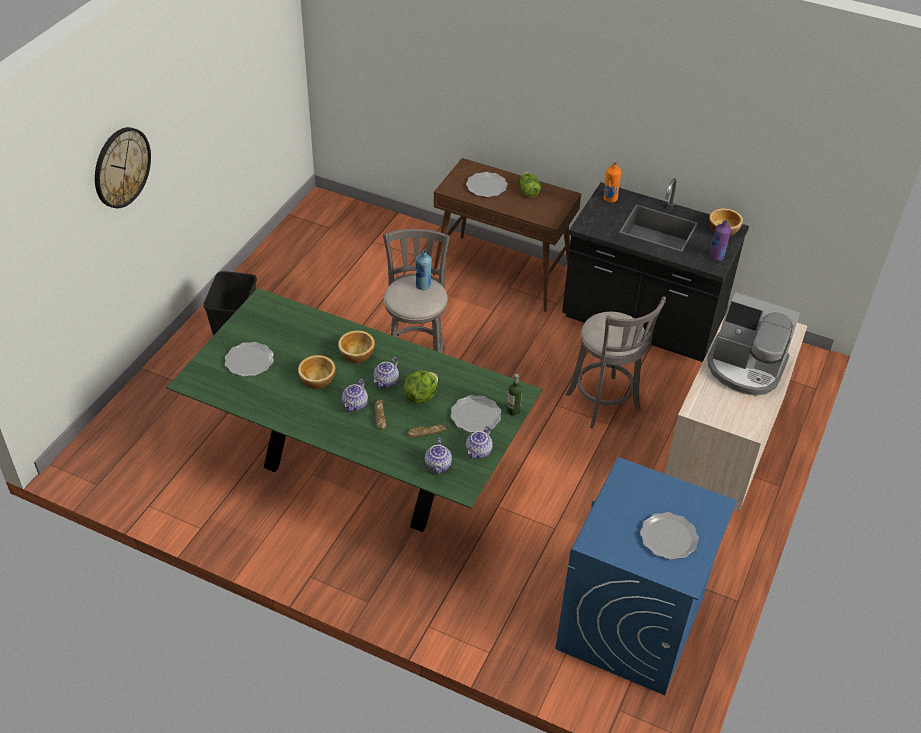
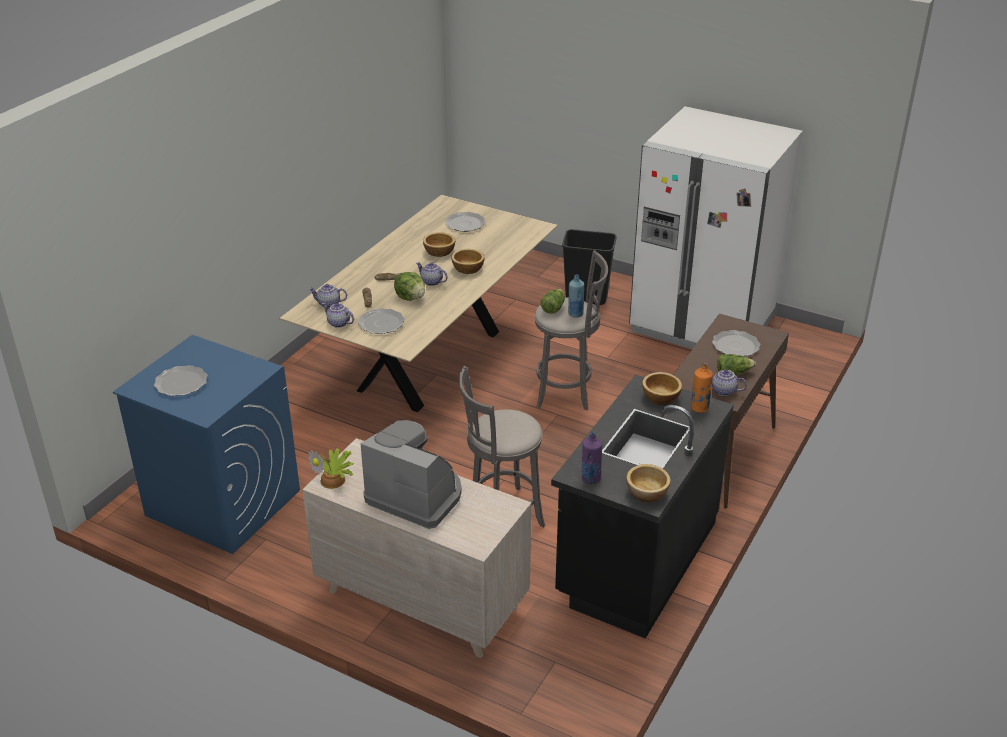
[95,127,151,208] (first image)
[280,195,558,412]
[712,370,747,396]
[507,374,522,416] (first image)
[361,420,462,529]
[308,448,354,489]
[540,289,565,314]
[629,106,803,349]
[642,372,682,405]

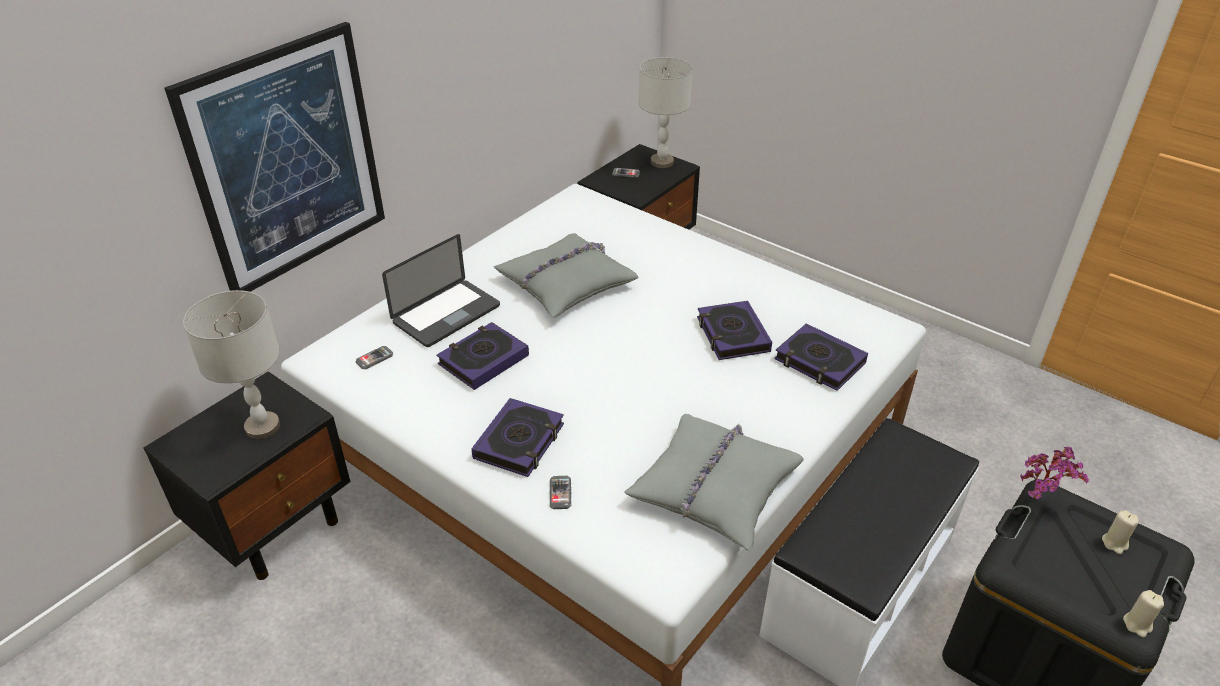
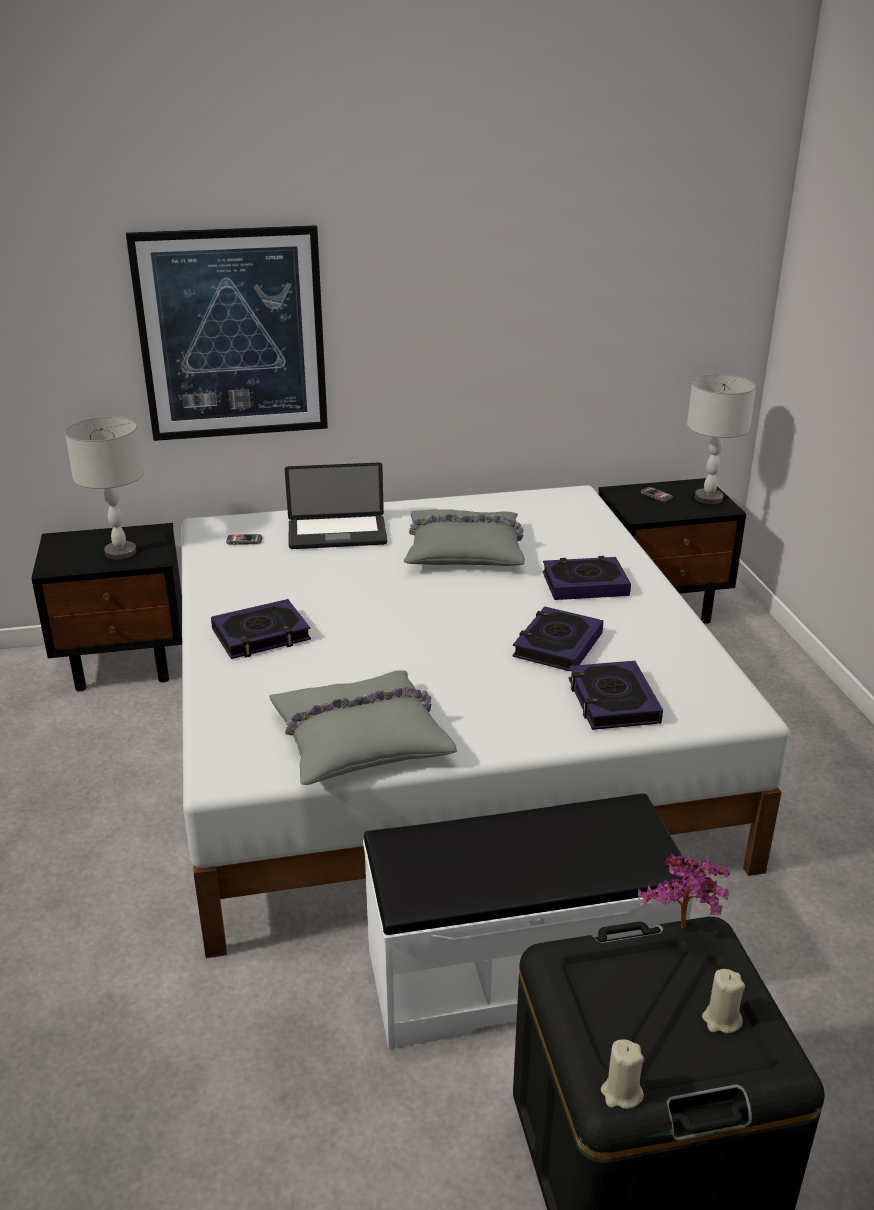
[542,556,631,600]
[550,476,571,509] (first image)

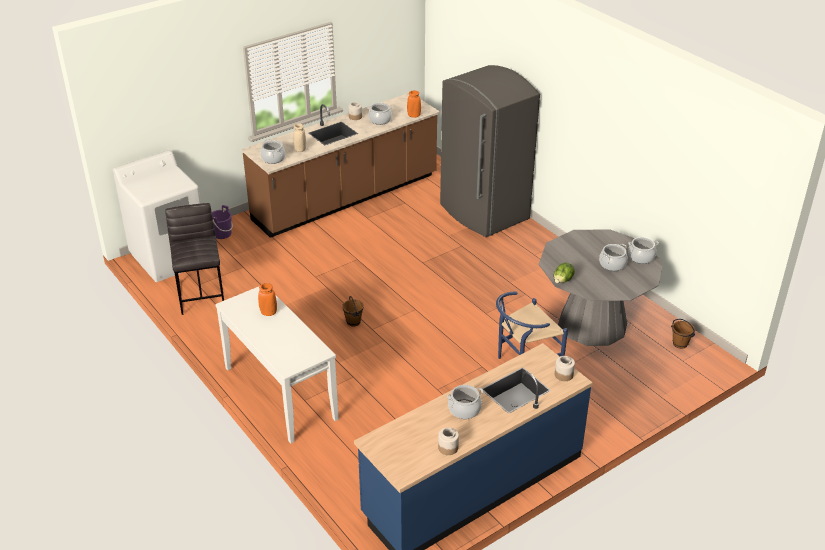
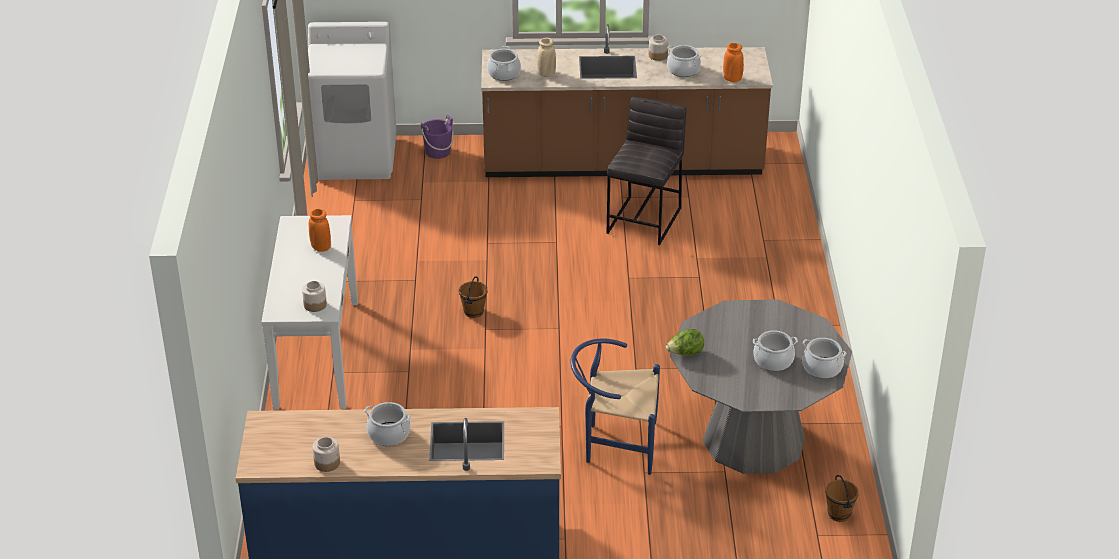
[607,97,686,245]
[440,65,540,237] (first image)
[302,281,327,312]

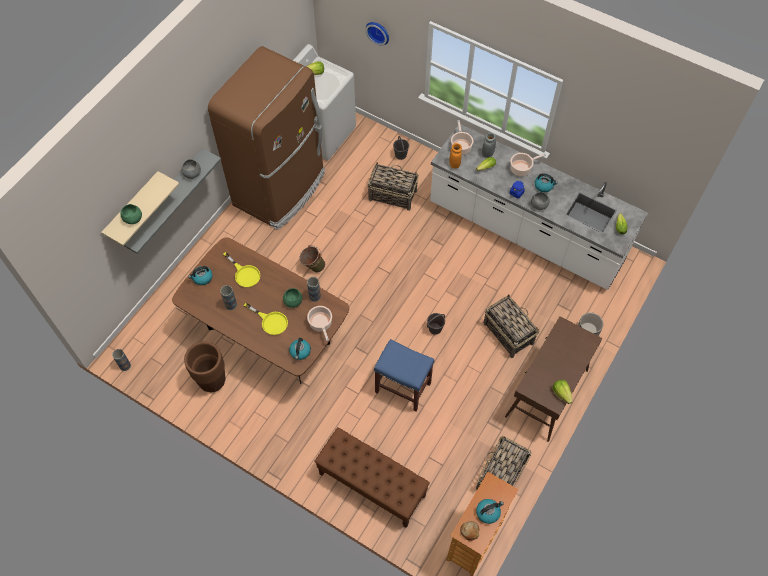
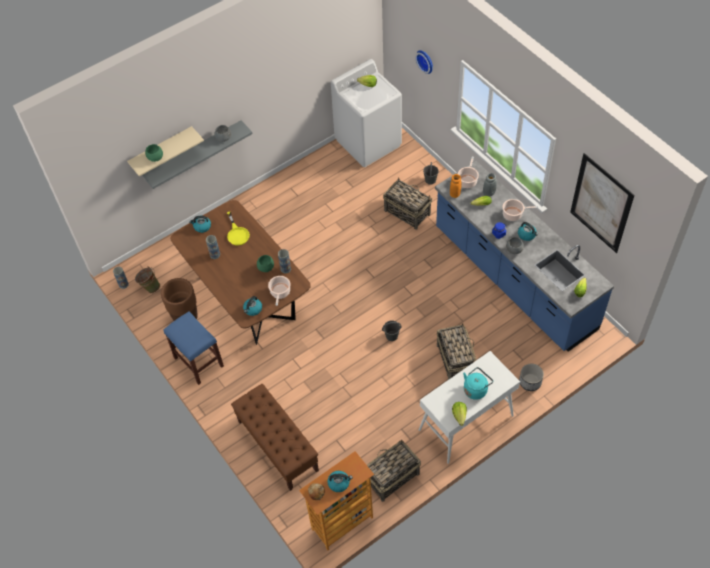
[208,46,325,230] (first image)
[244,303,288,335] (first image)
[135,266,160,293]
[163,311,224,385]
[435,161,614,352]
[419,351,520,464]
[463,367,493,400]
[570,153,635,253]

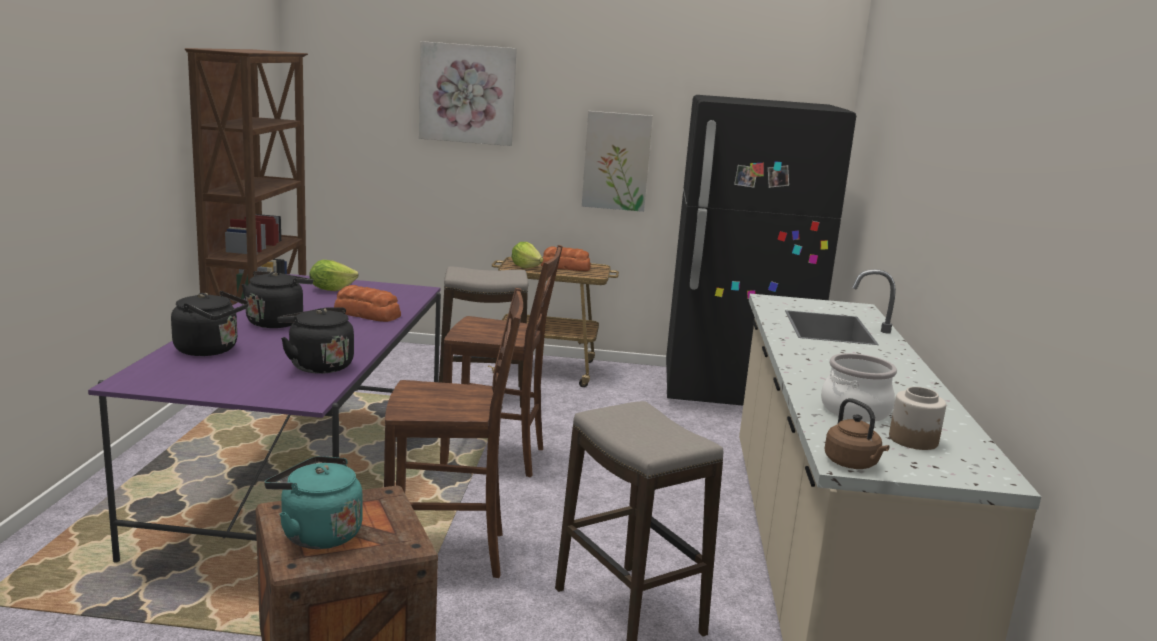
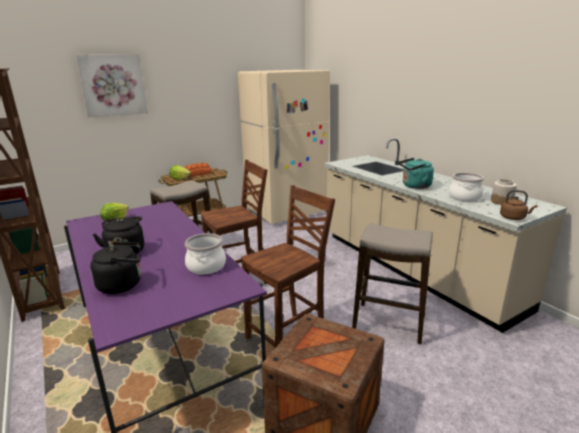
[399,158,434,189]
[185,233,226,275]
[334,285,401,322] (first image)
[582,111,653,212] (first image)
[238,70,330,224]

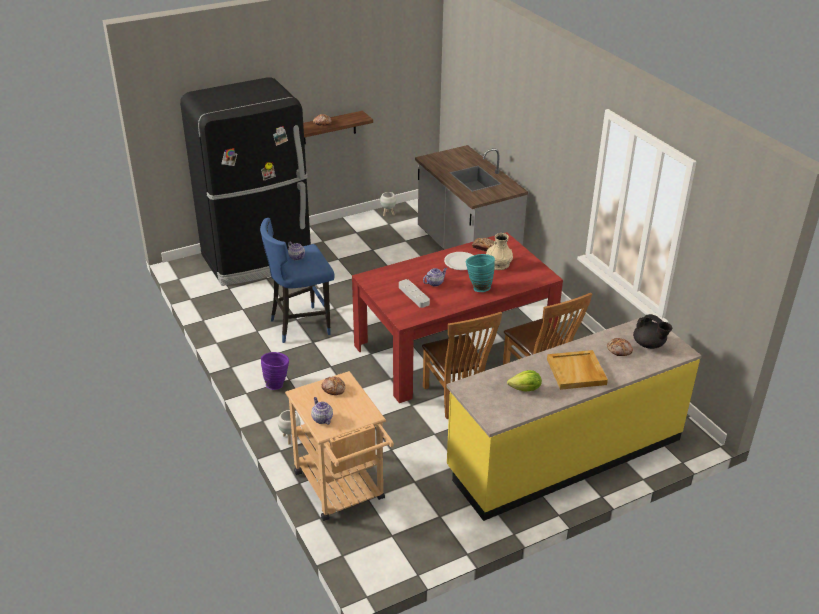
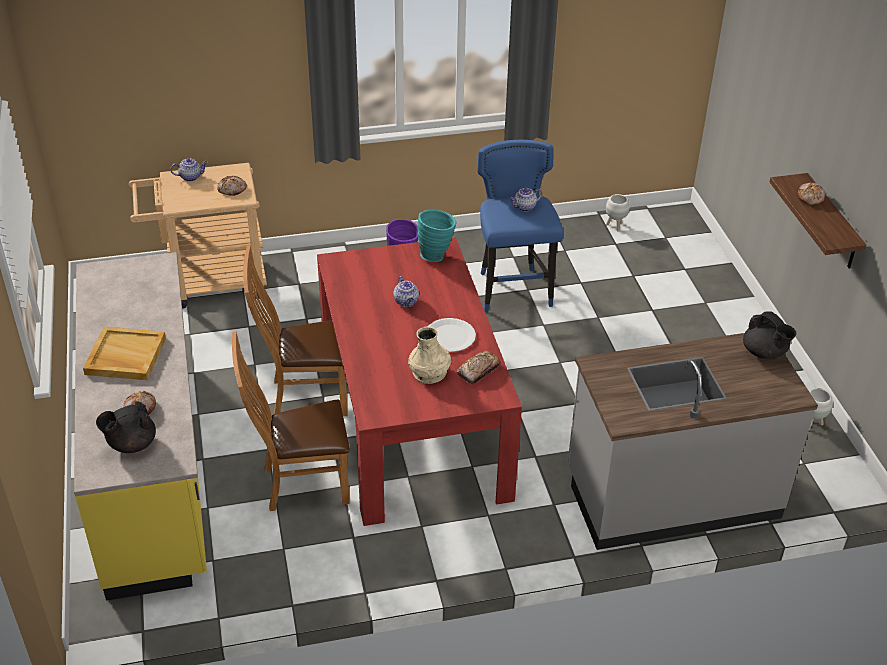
[180,77,311,286] (first image)
[606,194,630,232]
[399,279,430,308] (first image)
[418,210,456,262]
[507,370,542,392] (first image)
[743,311,796,359]

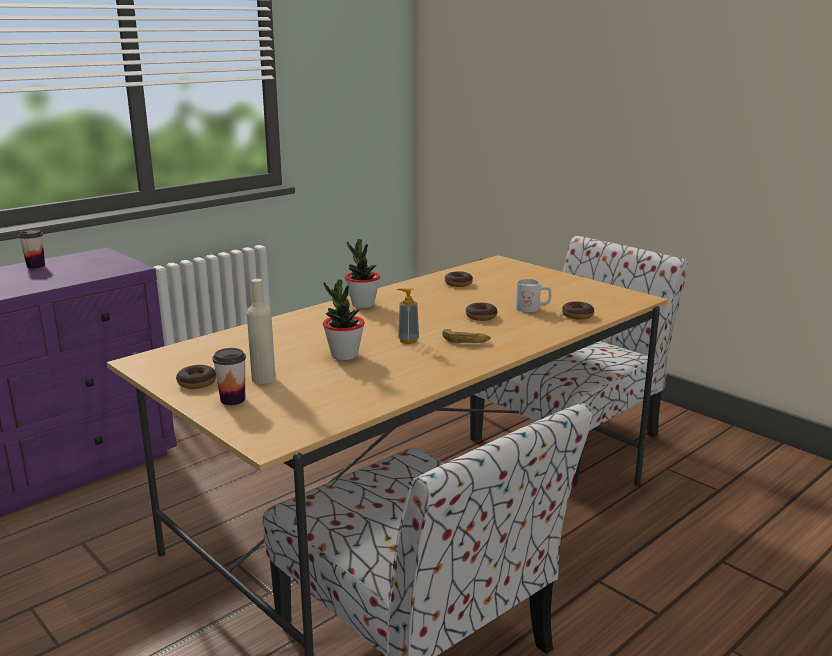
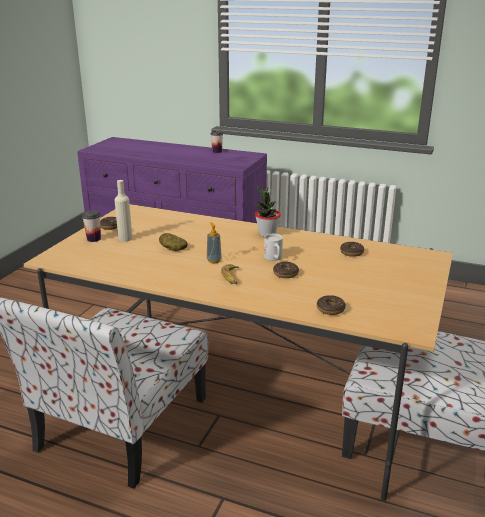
[159,233,188,251]
[264,234,283,261]

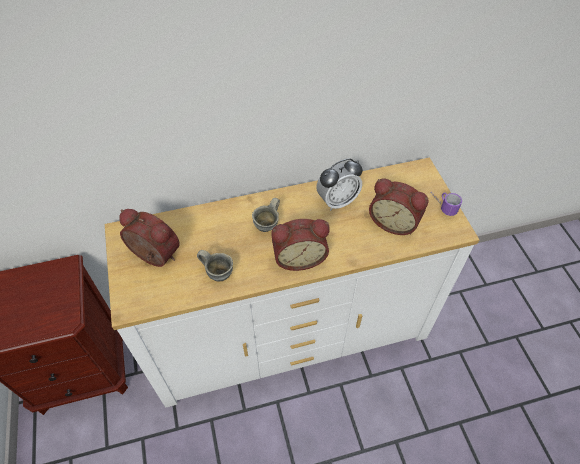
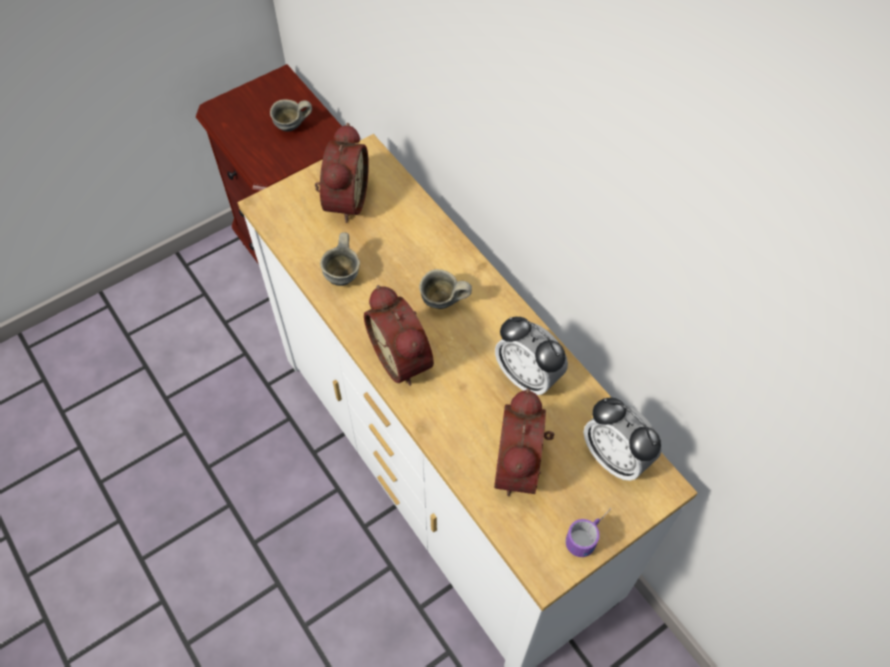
[270,99,312,131]
[584,397,662,481]

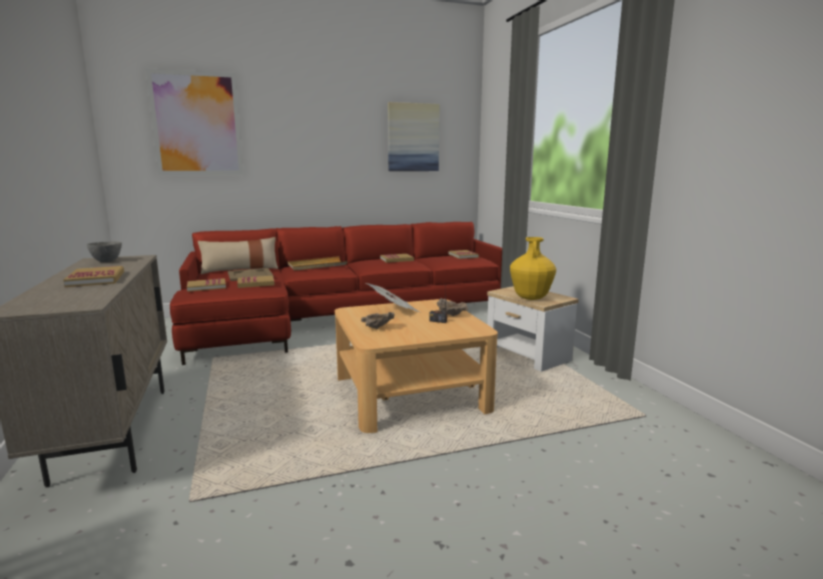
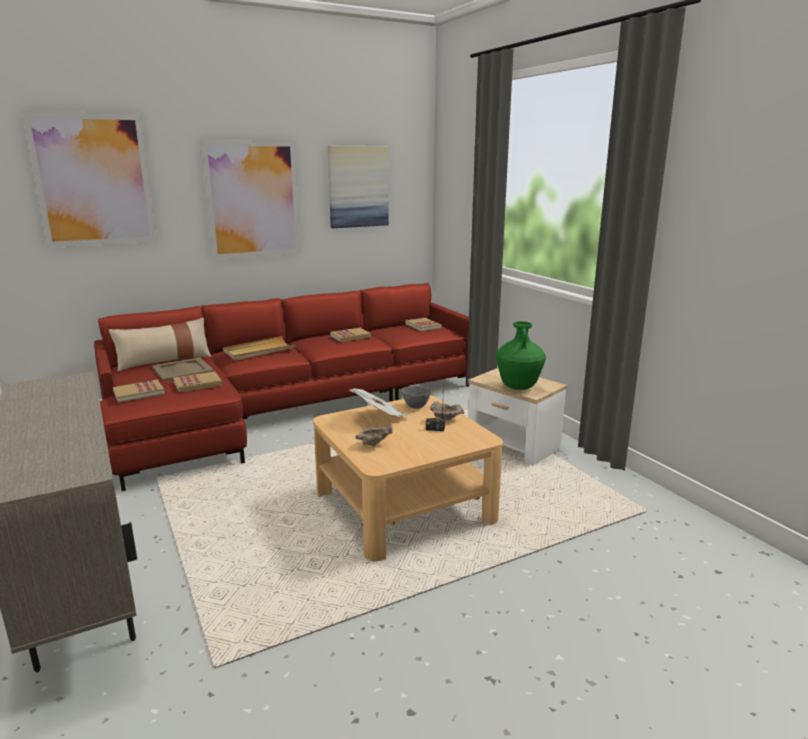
[63,266,124,287] (first image)
[402,386,431,409]
[496,321,546,390]
[201,140,301,260]

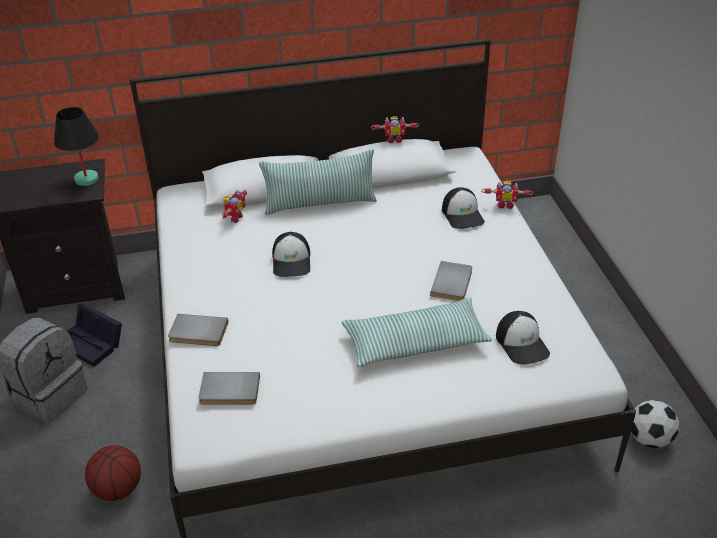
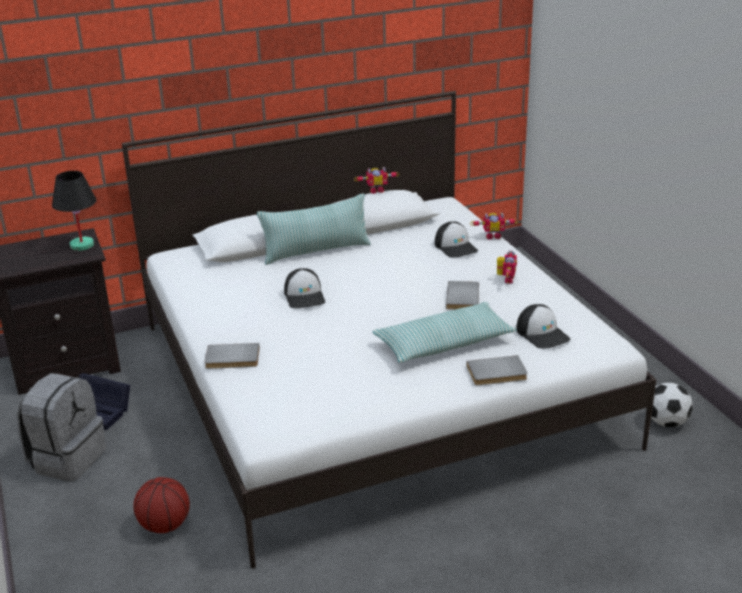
[466,355,527,385]
[497,250,517,284]

